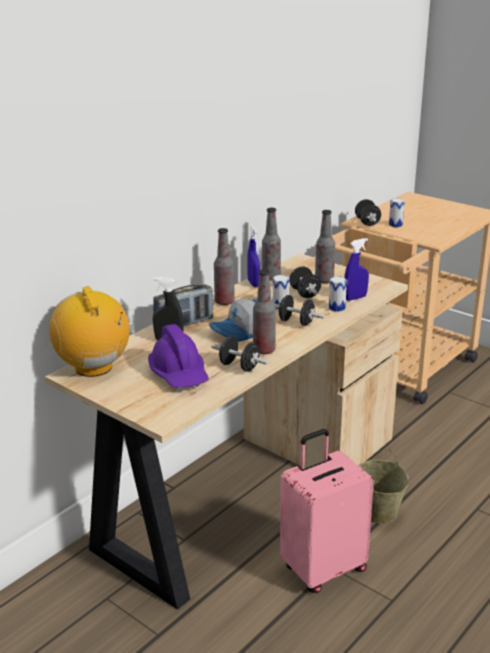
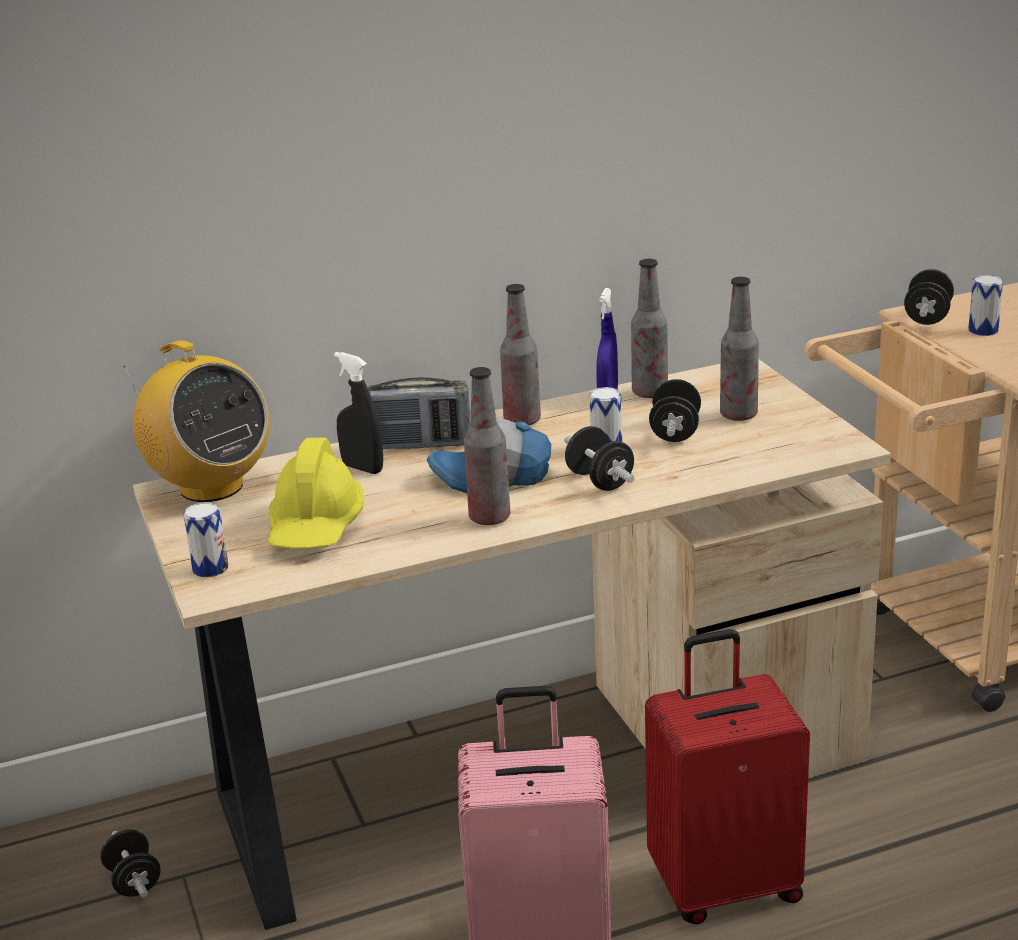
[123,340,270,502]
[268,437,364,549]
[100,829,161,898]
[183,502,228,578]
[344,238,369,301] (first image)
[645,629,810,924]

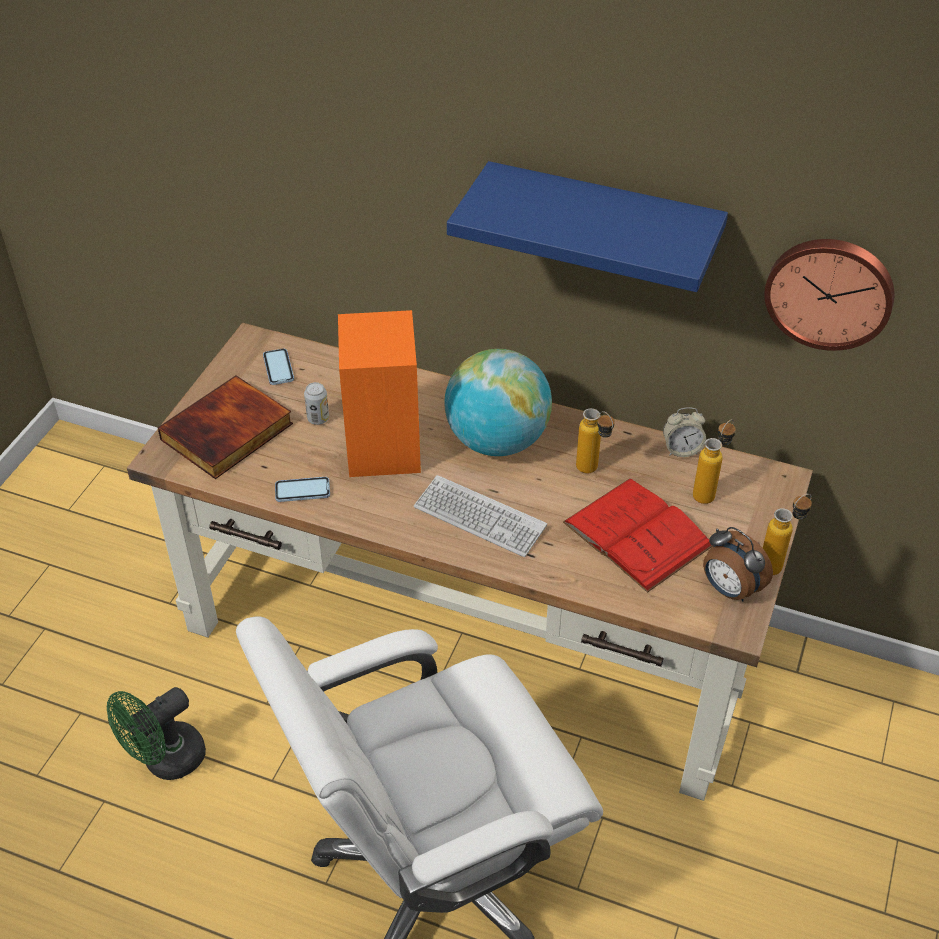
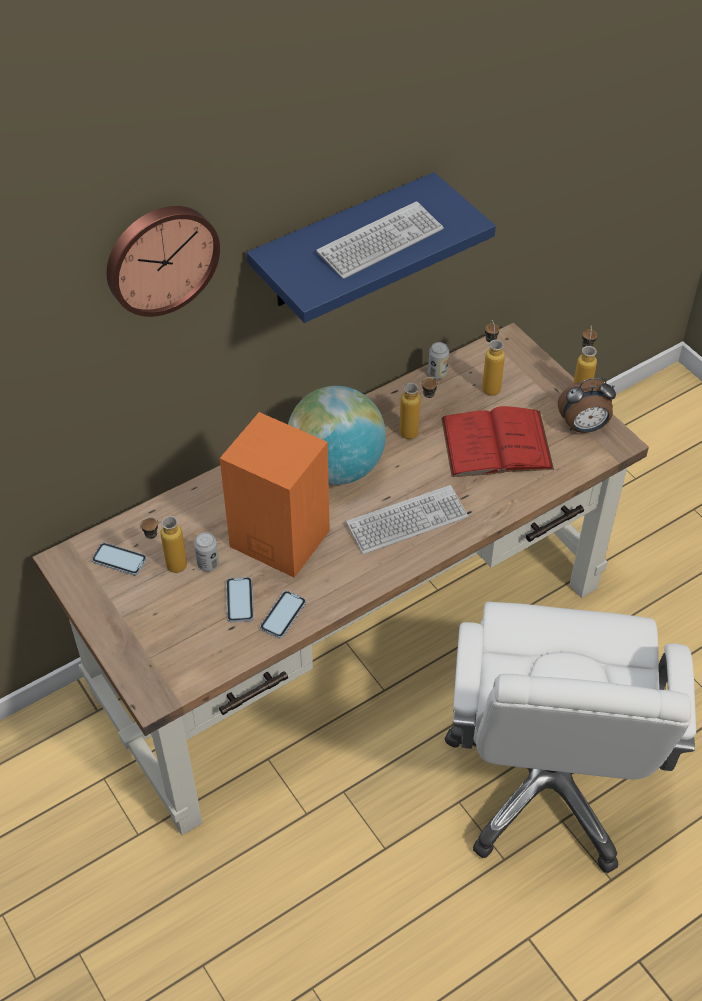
[107,687,206,780] (first image)
[157,375,293,479] (first image)
[428,342,449,379]
[107,206,220,317]
[140,516,187,573]
[226,577,254,623]
[316,201,444,279]

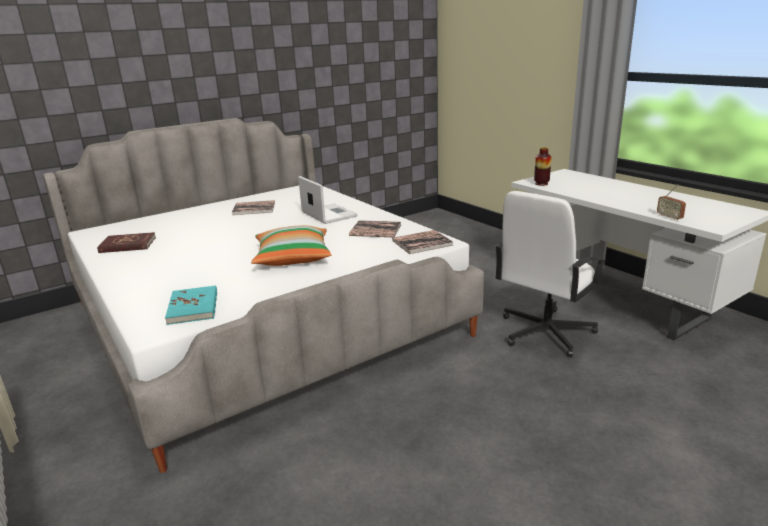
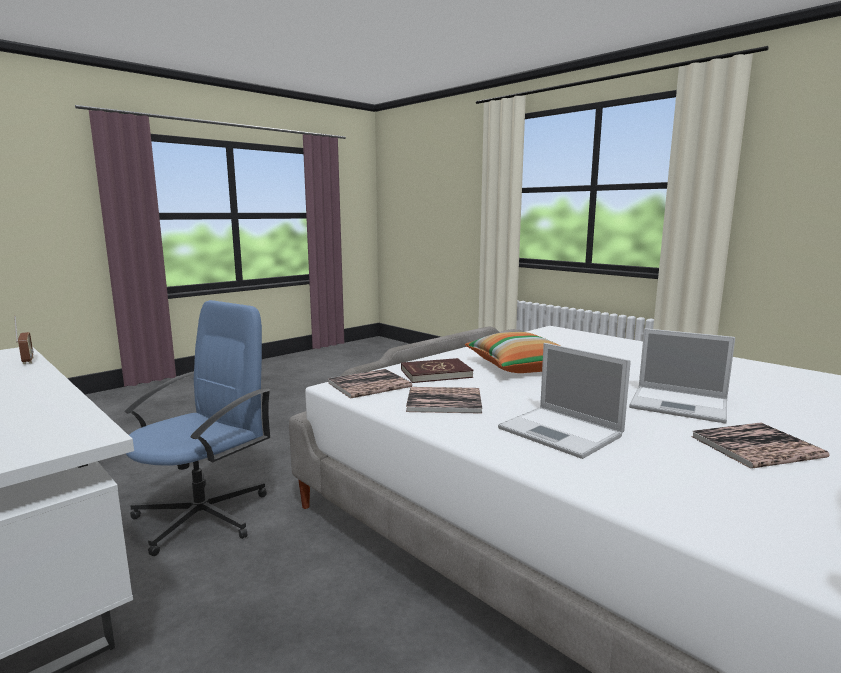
[401,358,474,383]
[165,285,217,325] (first image)
[125,300,271,556]
[534,148,551,186] (first image)
[629,328,735,423]

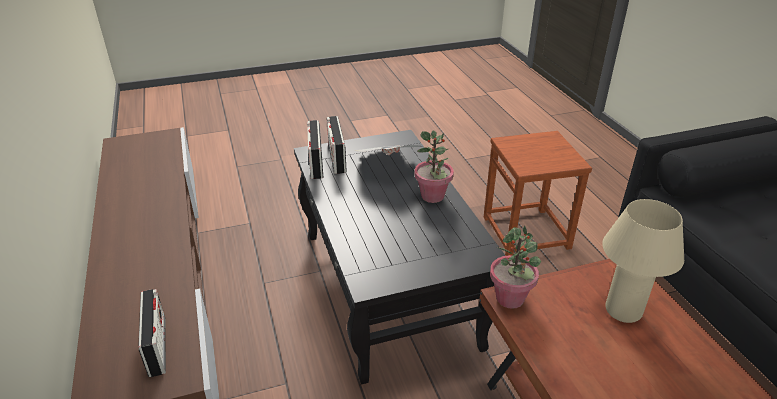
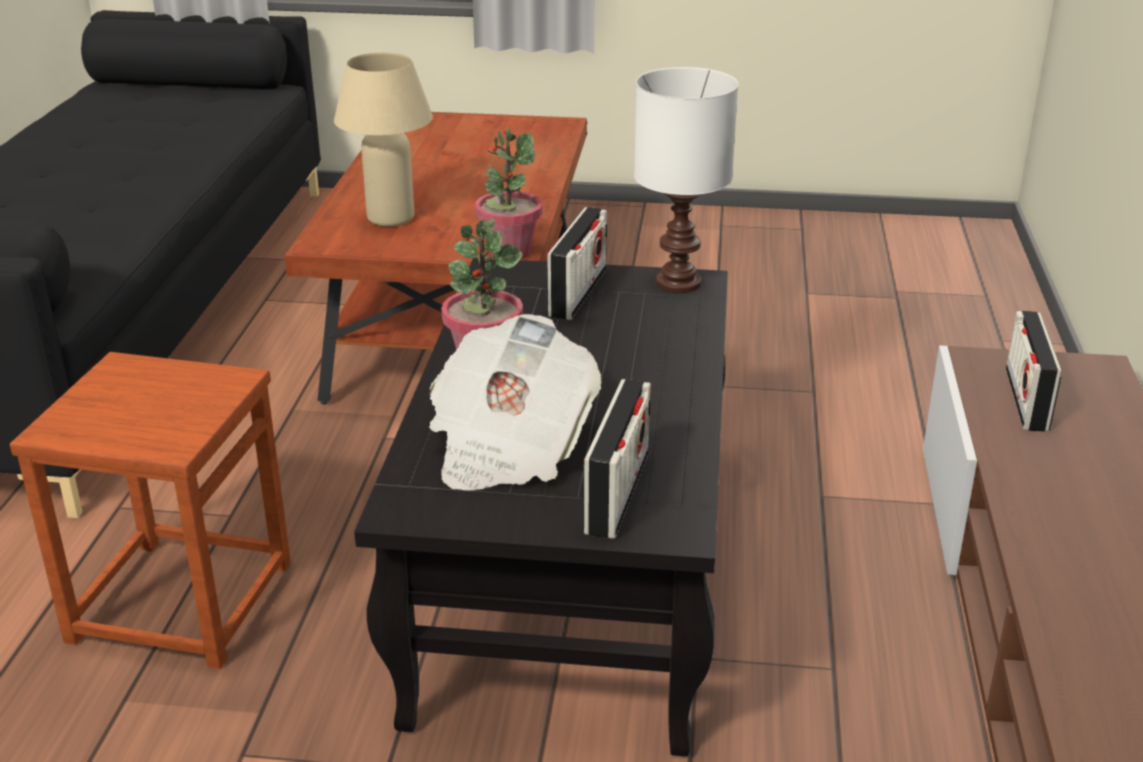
[546,207,607,320]
[634,67,738,293]

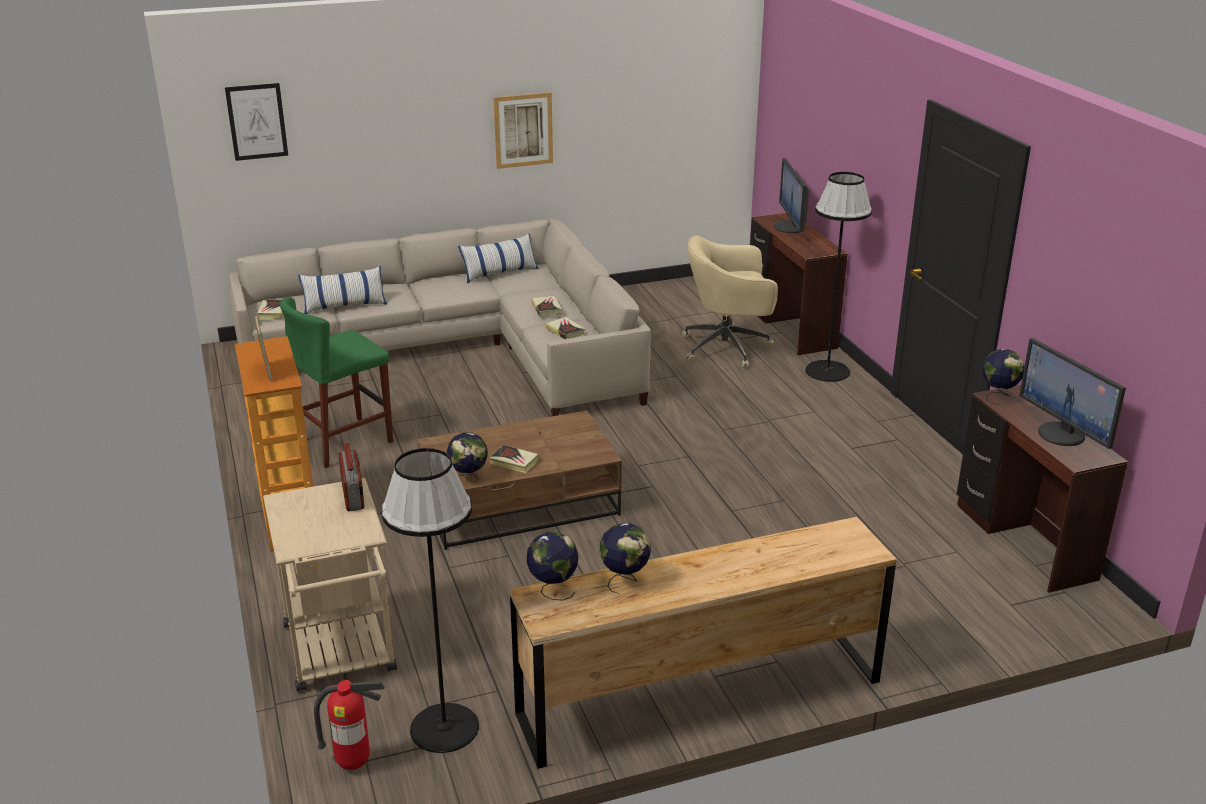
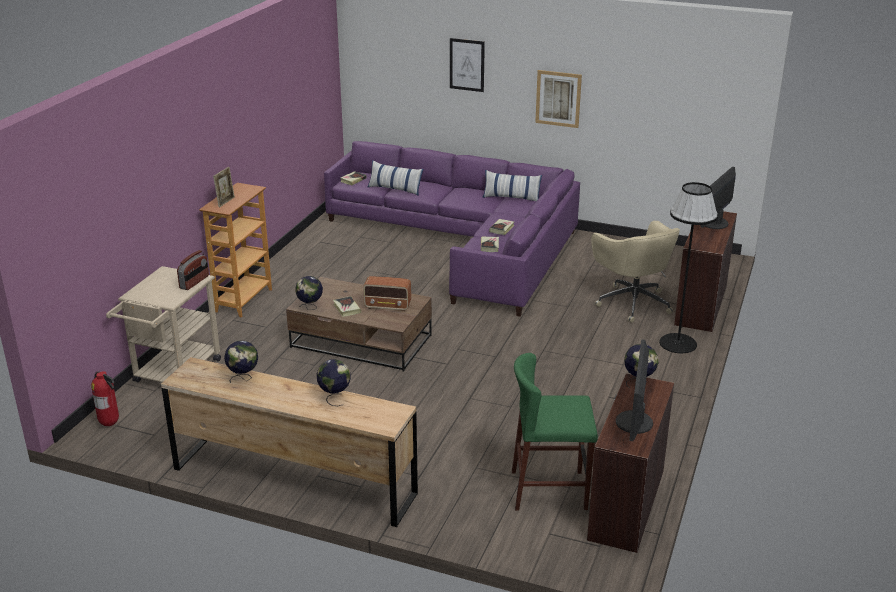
[450,38,485,92]
[324,141,580,317]
[512,353,598,511]
[381,448,479,753] (first image)
[317,359,351,406]
[591,221,680,323]
[363,276,411,311]

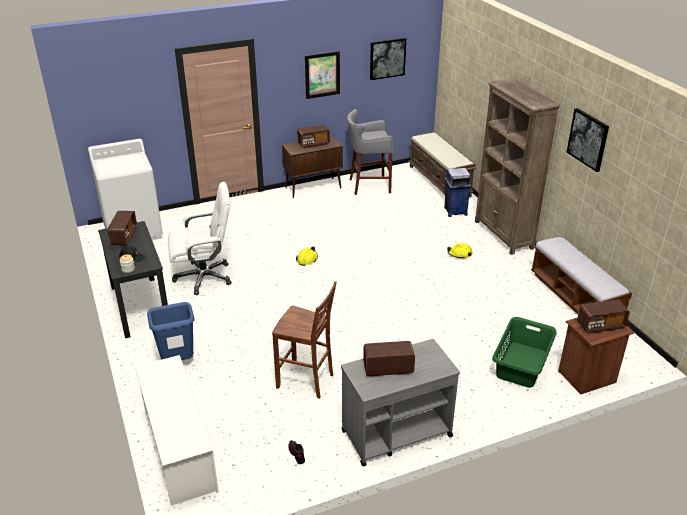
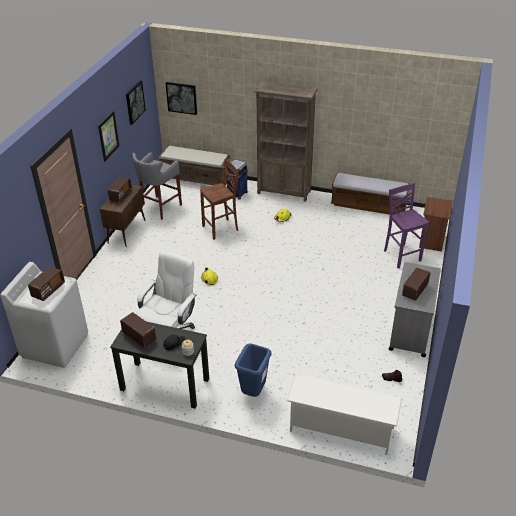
[200,159,239,240]
[384,183,429,268]
[166,82,197,115]
[28,266,65,301]

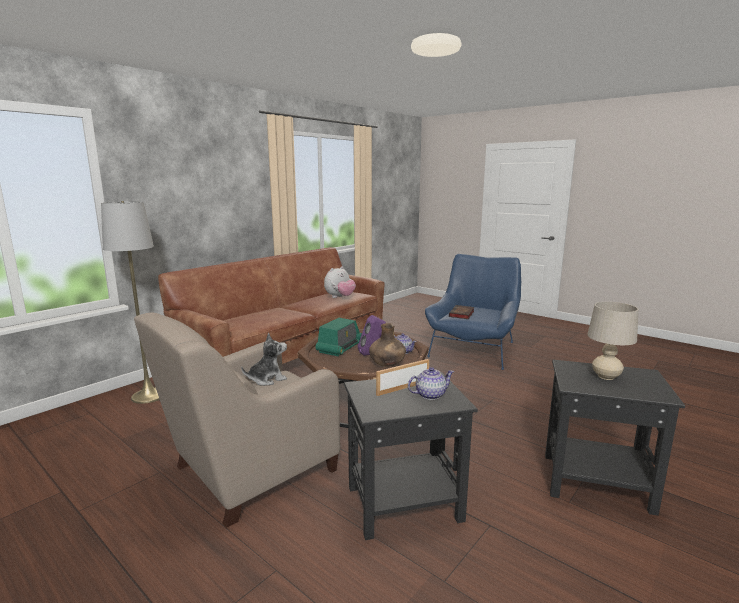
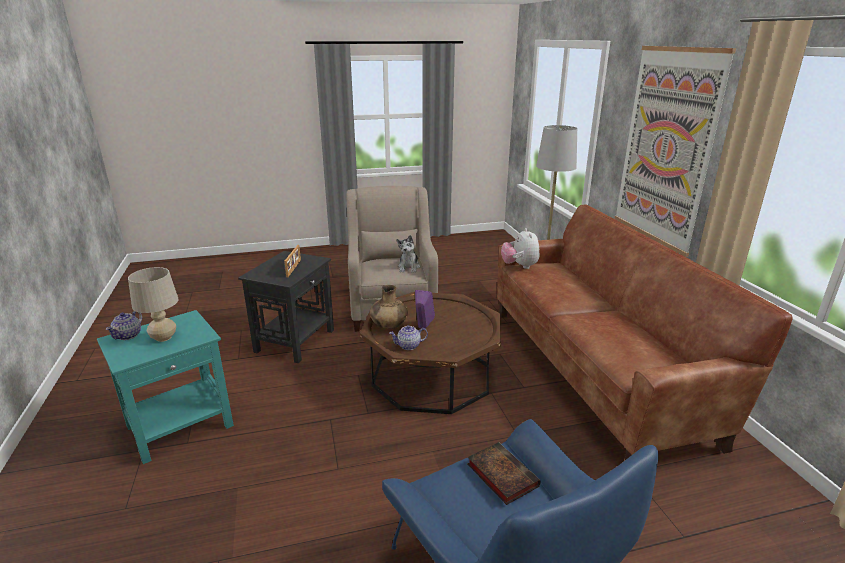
[315,318,362,357] (first image)
[501,228,540,269]
[106,311,142,340]
[97,310,234,464]
[615,46,736,257]

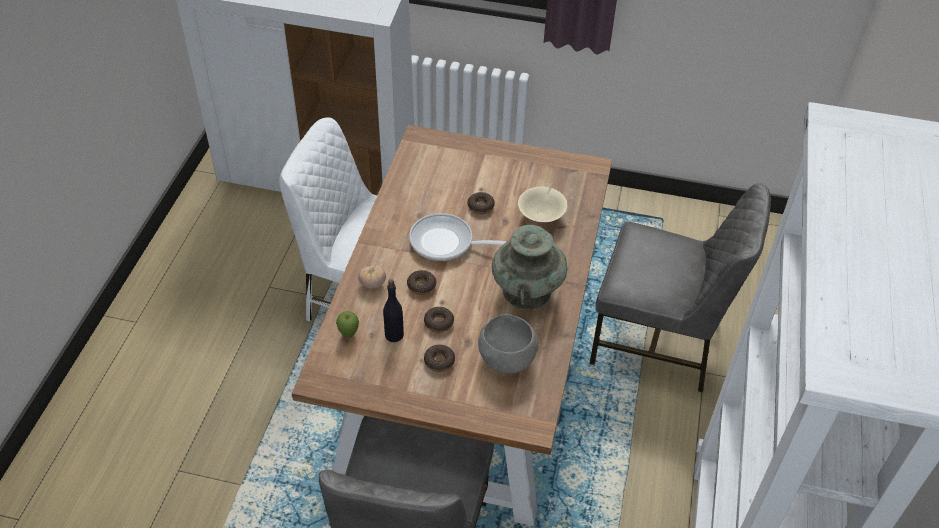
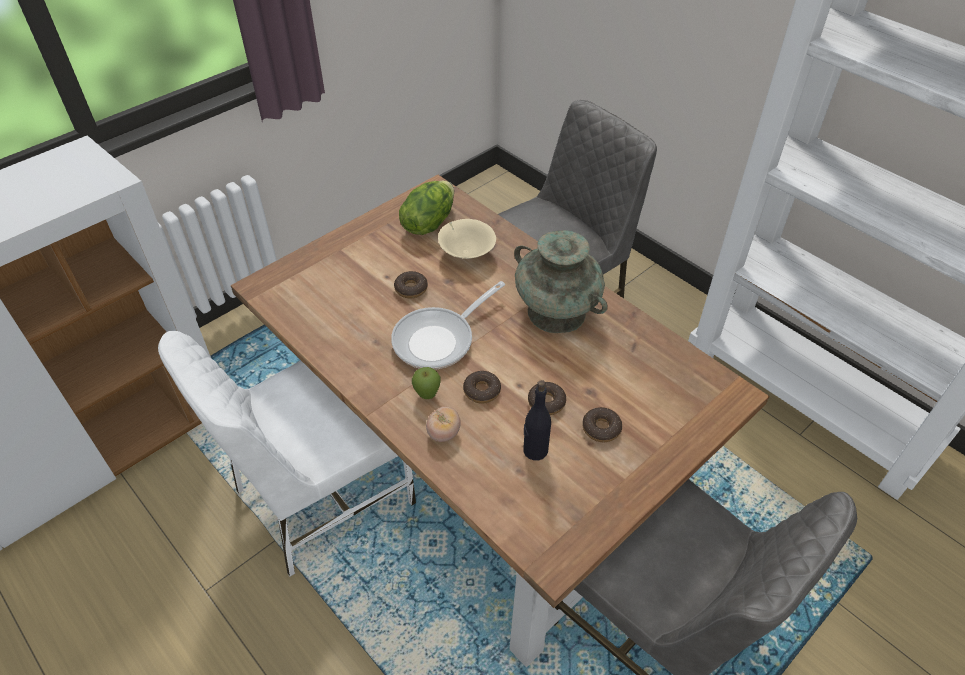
[412,367,441,399]
[478,314,538,374] (first image)
[399,180,454,235]

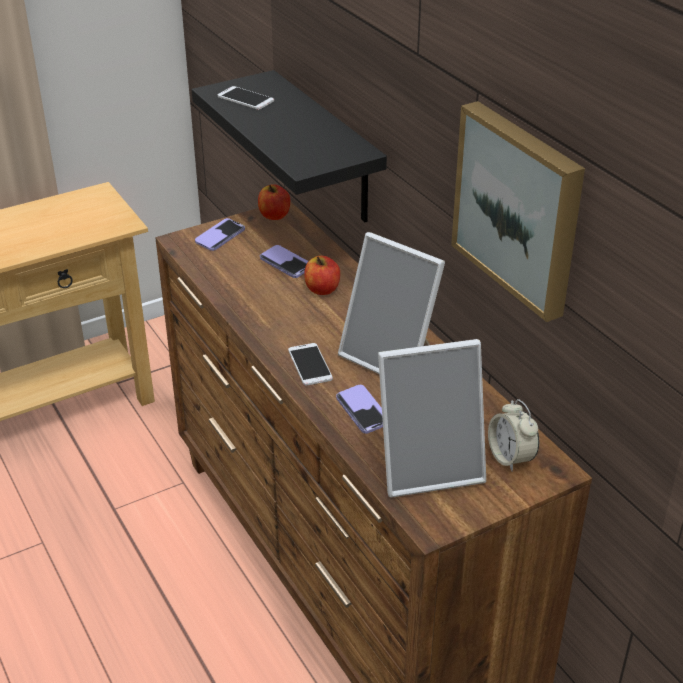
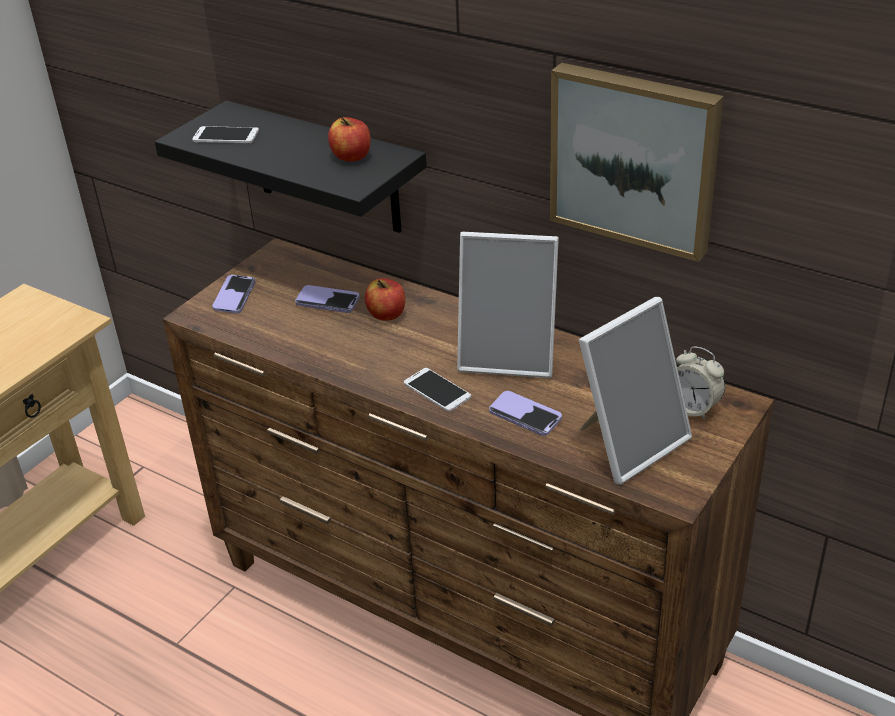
[328,117,371,162]

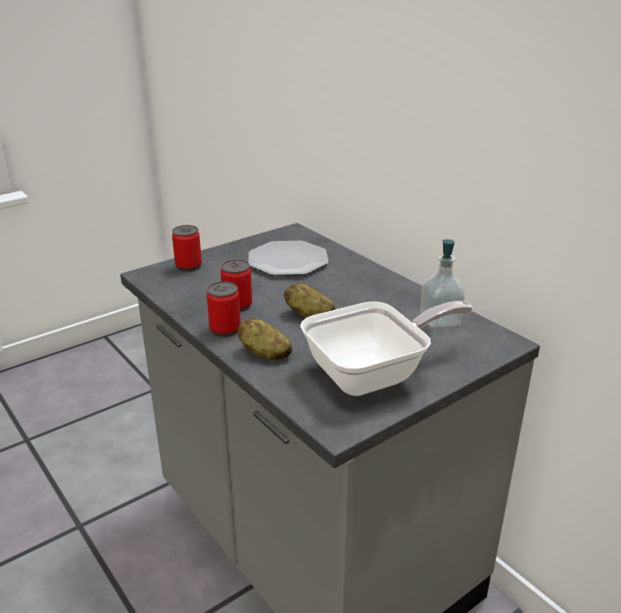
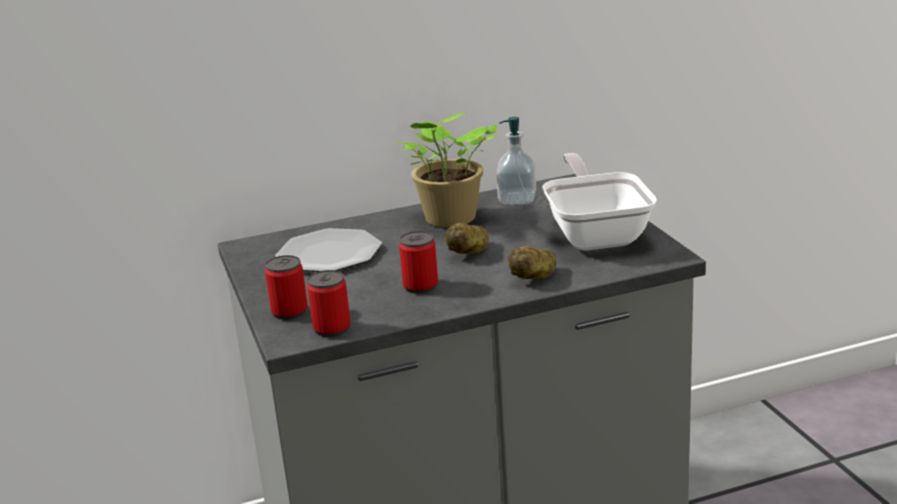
[307,270,350,337]
[397,112,497,227]

